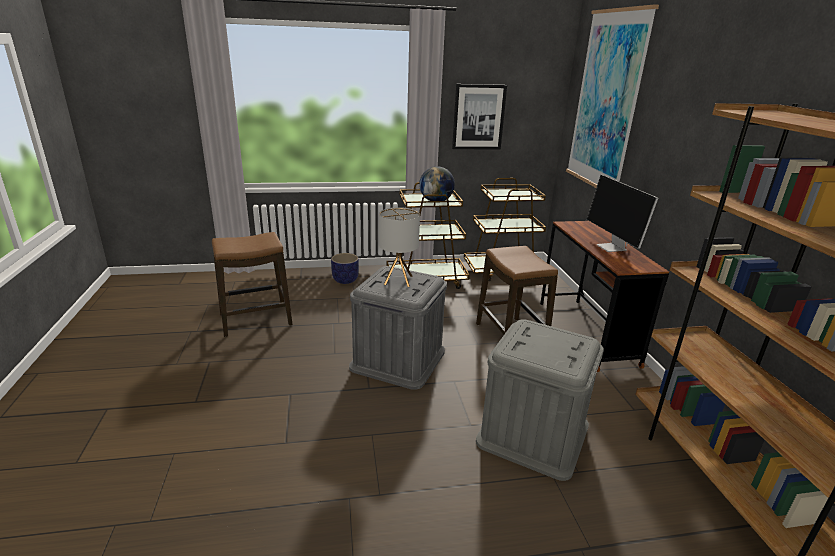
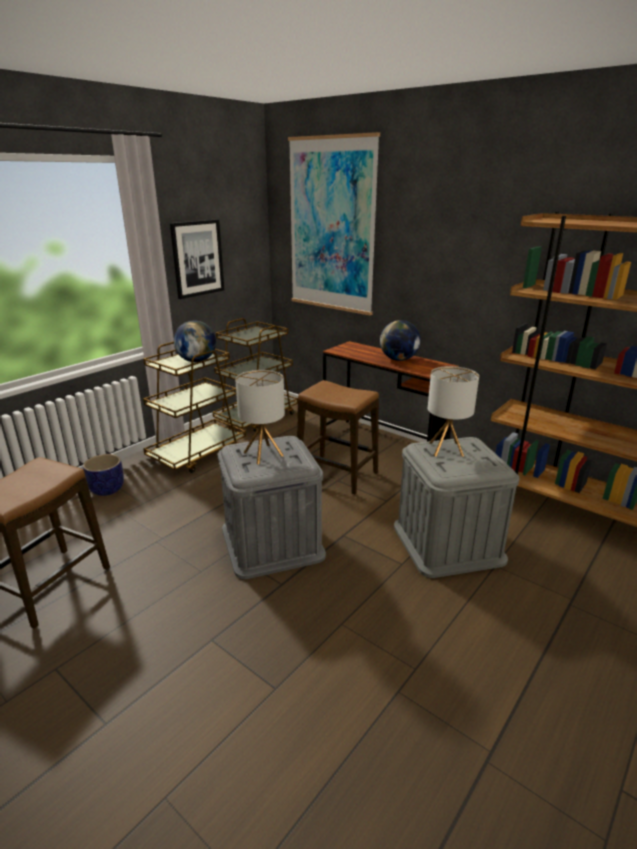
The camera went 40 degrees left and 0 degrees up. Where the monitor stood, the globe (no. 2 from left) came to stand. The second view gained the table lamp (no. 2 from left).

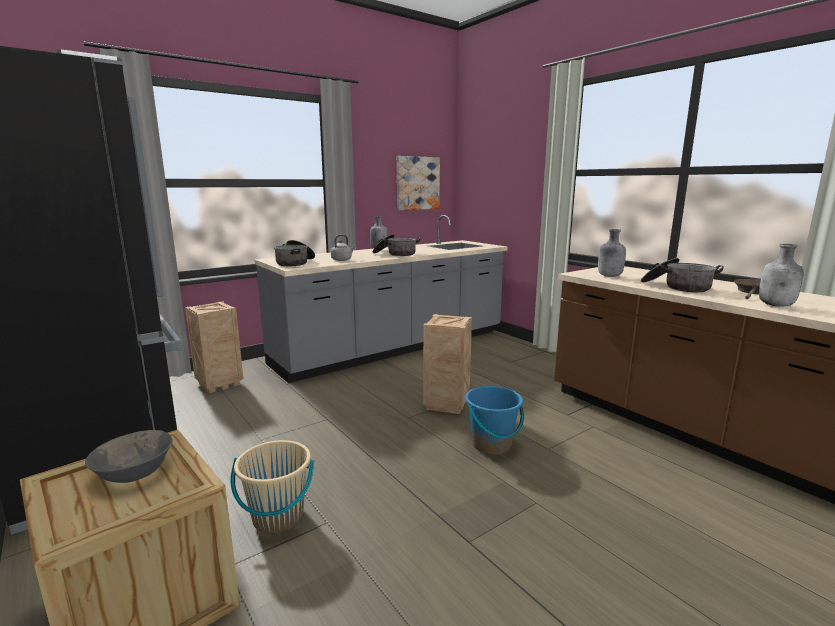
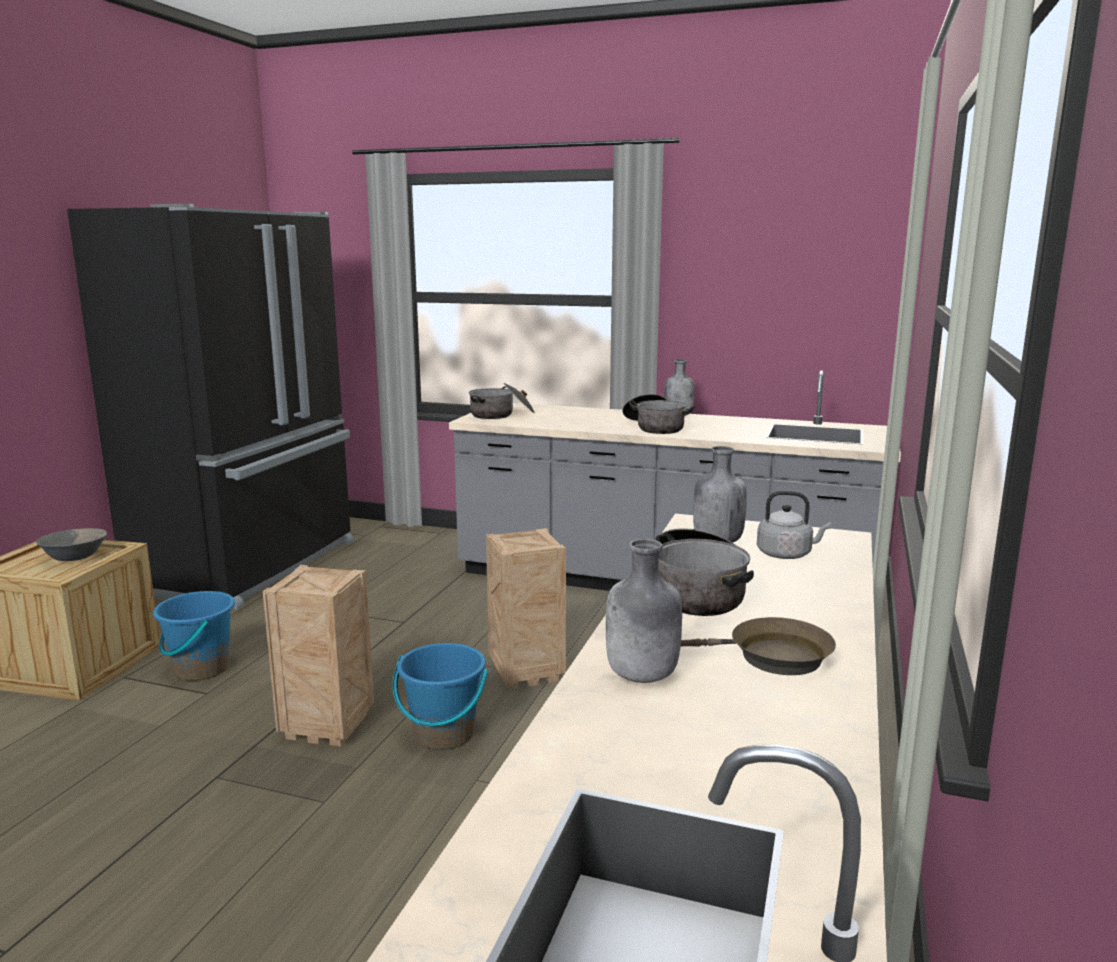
The camera went 55 degrees right and 0 degrees up. What was the beige bucket turned into the blue bucket (no. 1 from left). The crate (no. 2 from left) ended up elsewhere. The grey kettle ended up elsewhere. The second view lost the picture.

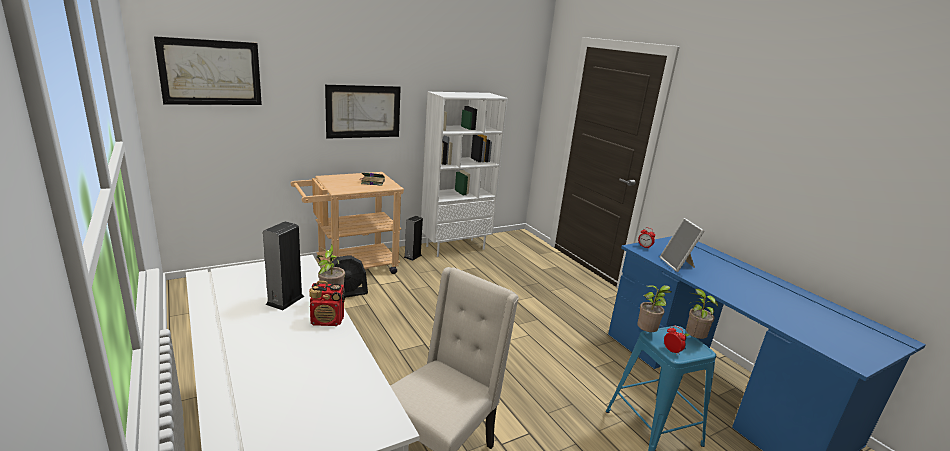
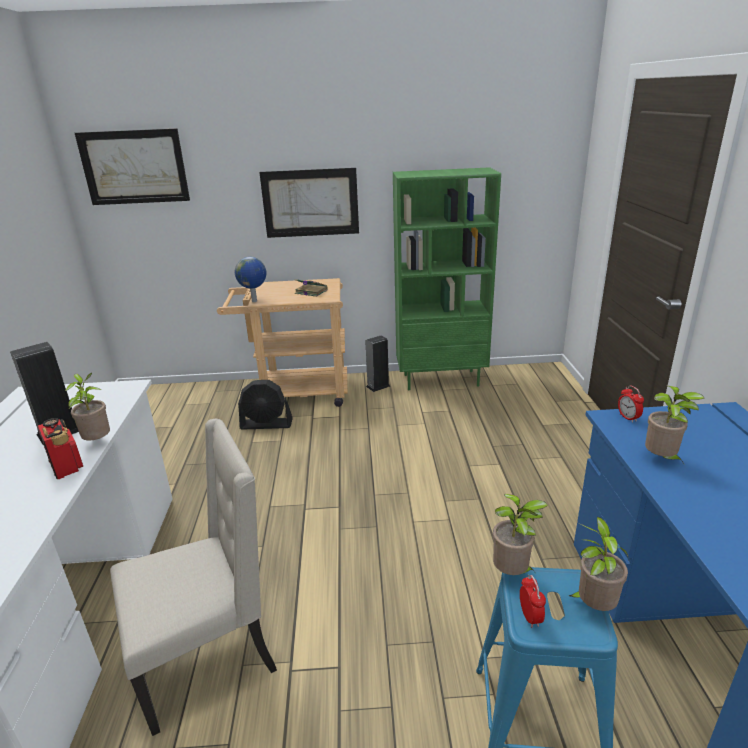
The camera went 30 degrees right and 5 degrees up. The radio ended up facing another way, 150 degrees counterclockwise from before. The second view gained the globe. What was the white bookcase turned into the green bookcase. Where the picture frame stood, the potted plant (no. 4 from left) came to stand.

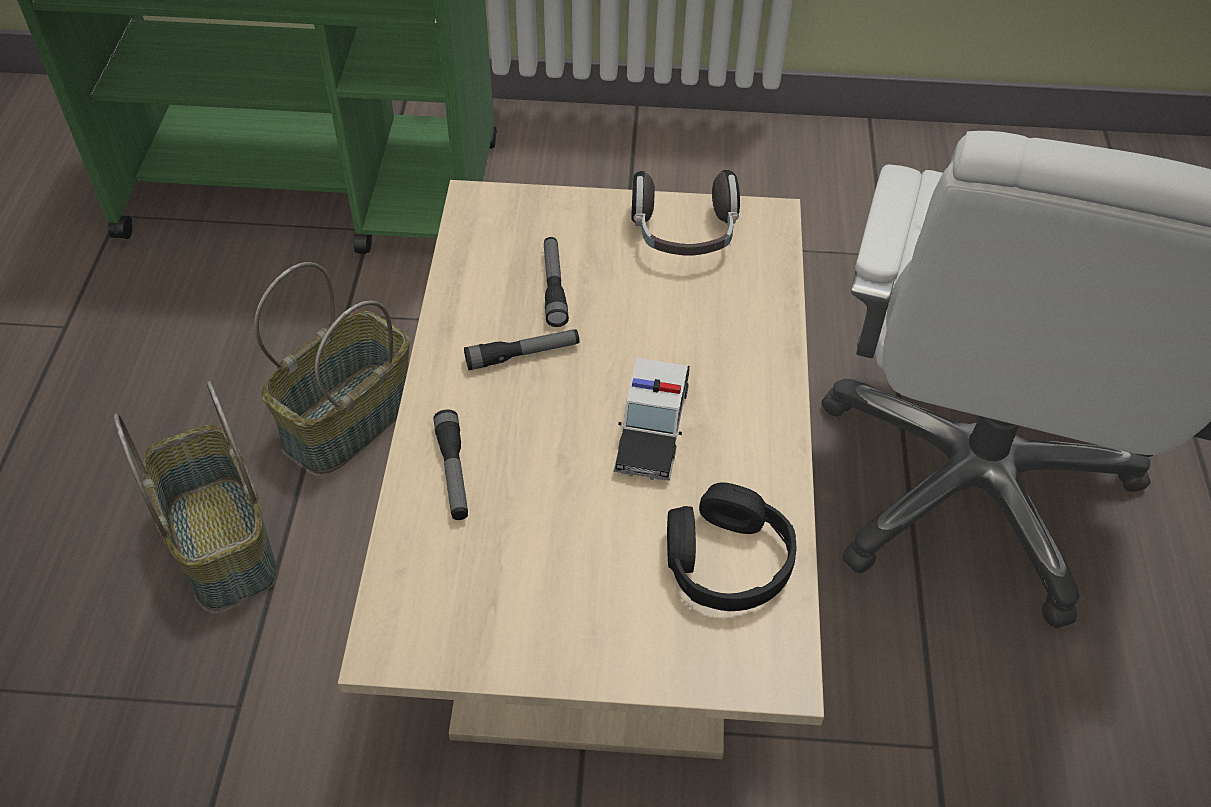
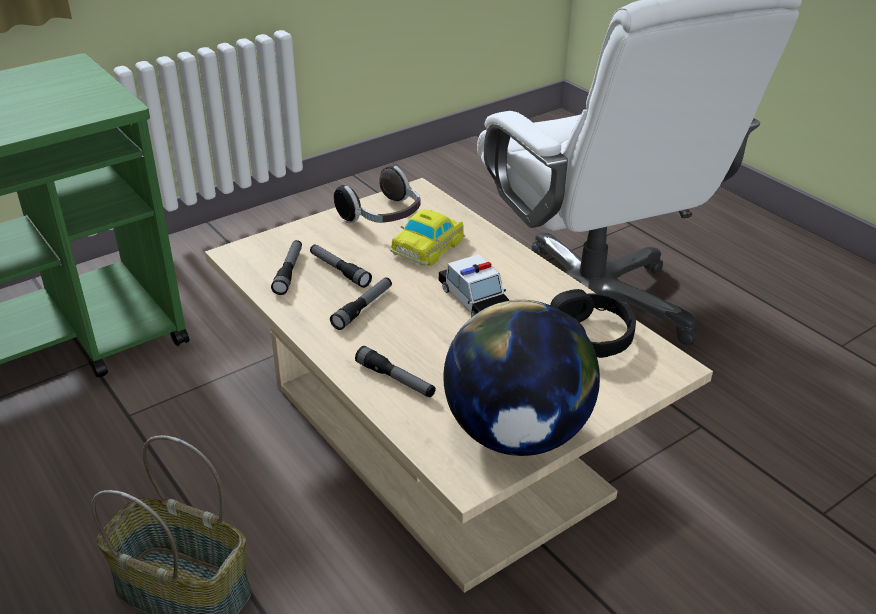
The camera went 40 degrees left and 15 degrees down. The second view gained the flashlight (no. 1 from left). The second view gained the toy car (no. 1 from left). The second view gained the globe. The second view lost the basket (no. 2 from left).

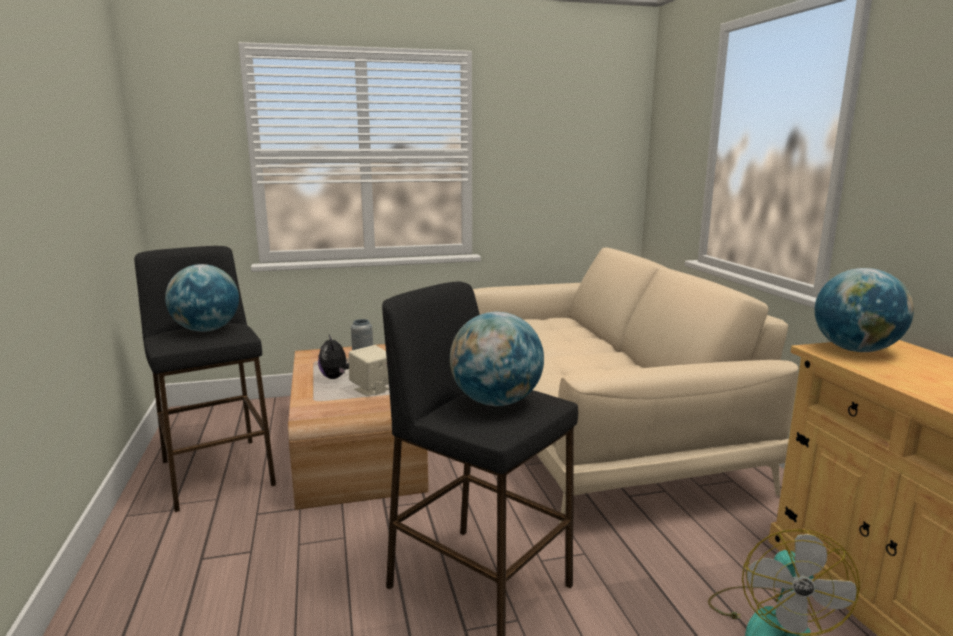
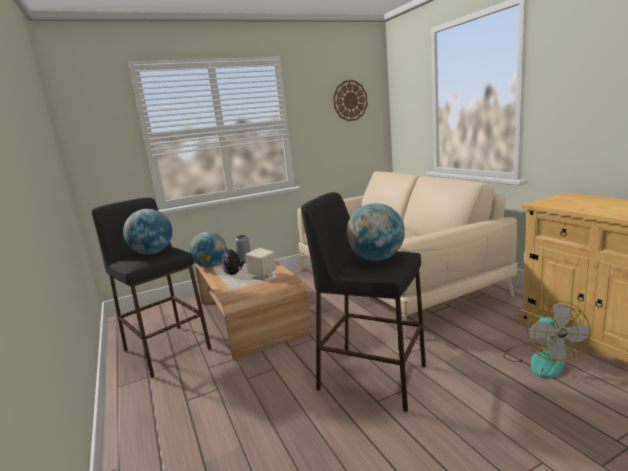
The camera went 10 degrees left and 0 degrees up. The globe (no. 3 from left in the first image) ended up elsewhere. The second view gained the wall clock.

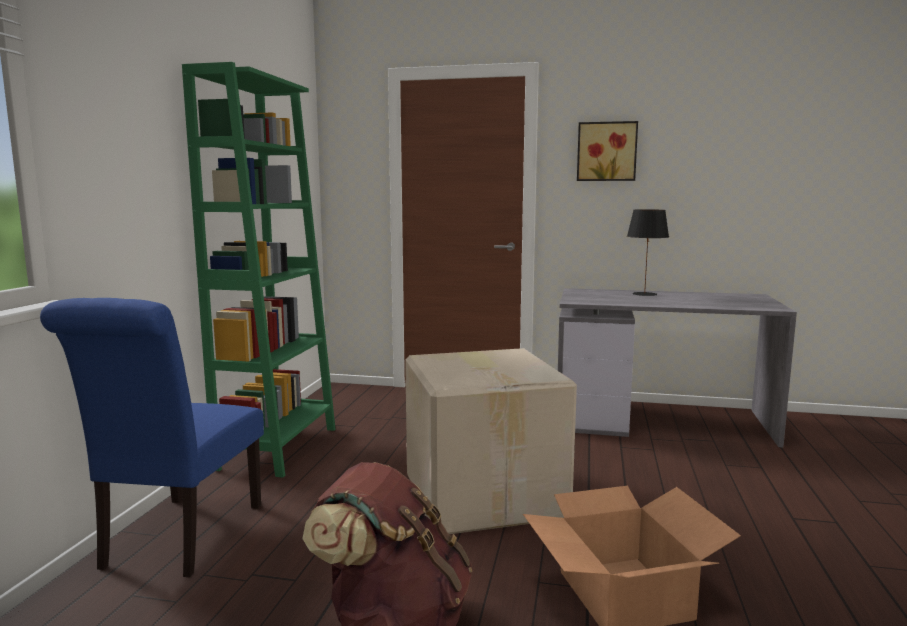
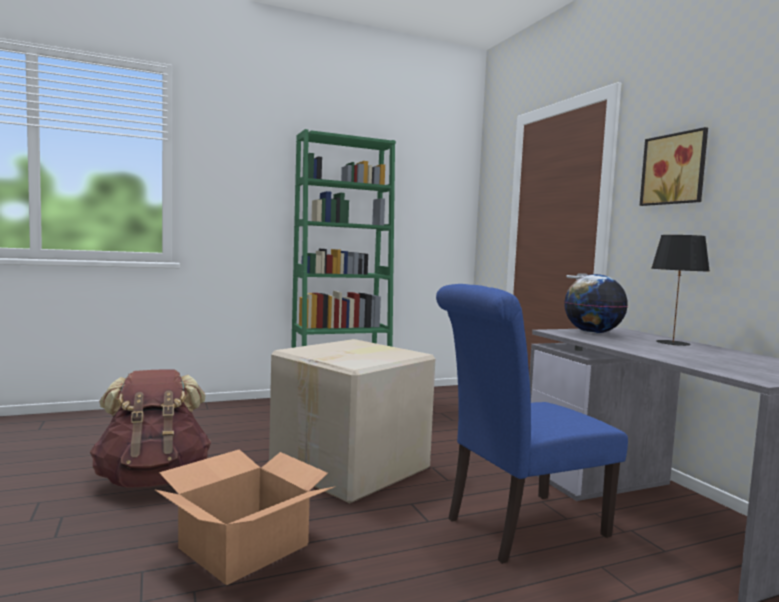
The camera went 55 degrees right and 5 degrees down. The blue chair ended up elsewhere. The second view gained the globe.

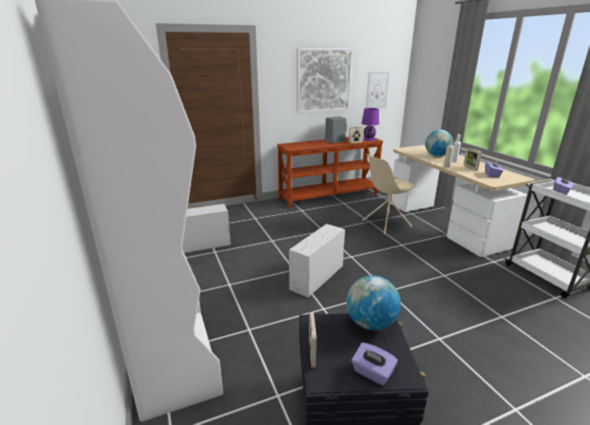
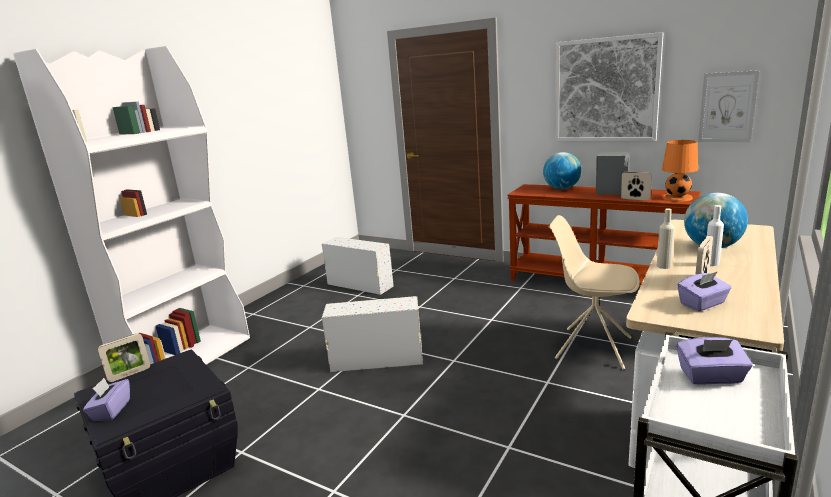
The camera went 55 degrees right and 5 degrees down. The globe (no. 1 from left) ended up elsewhere. What was the purple table lamp turned into the orange table lamp.

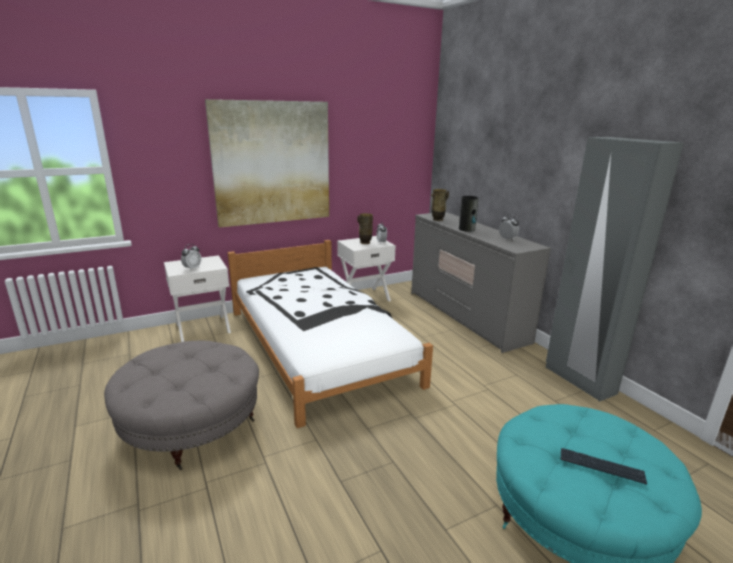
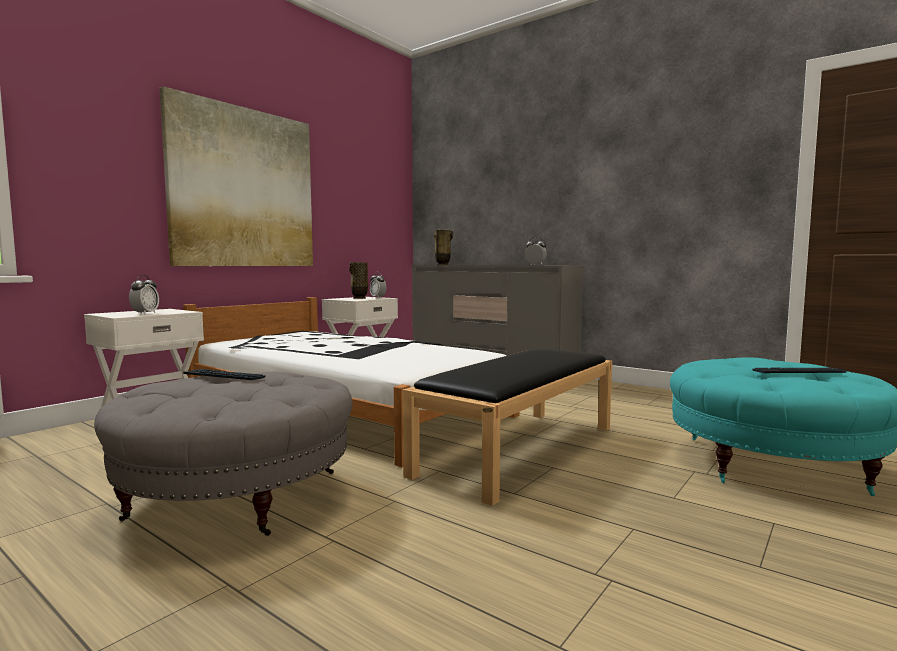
The camera went 25 degrees left and 15 degrees down. The second view gained the keyboard (no. 1 from left). The second view gained the black bench. The second view lost the vase (no. 3 from left). The second view lost the grey wardrobe.

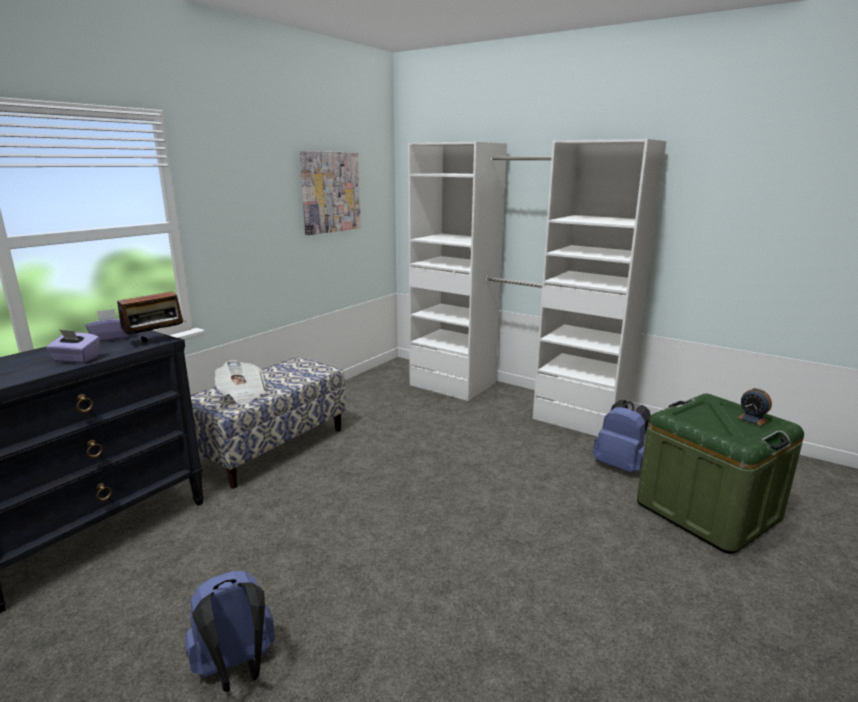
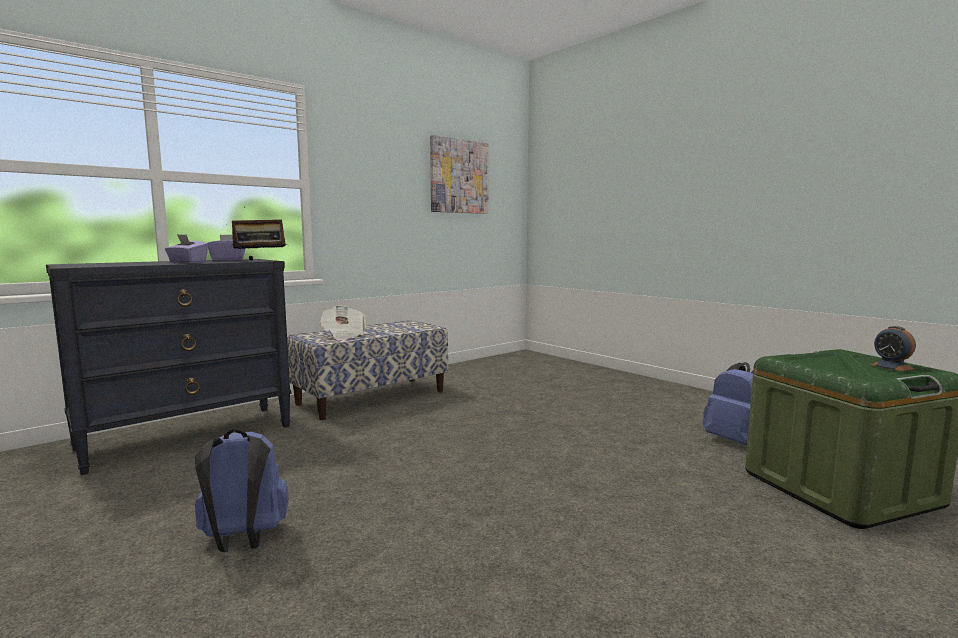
The camera went 15 degrees right and 10 degrees down. The second view lost the white wardrobe.

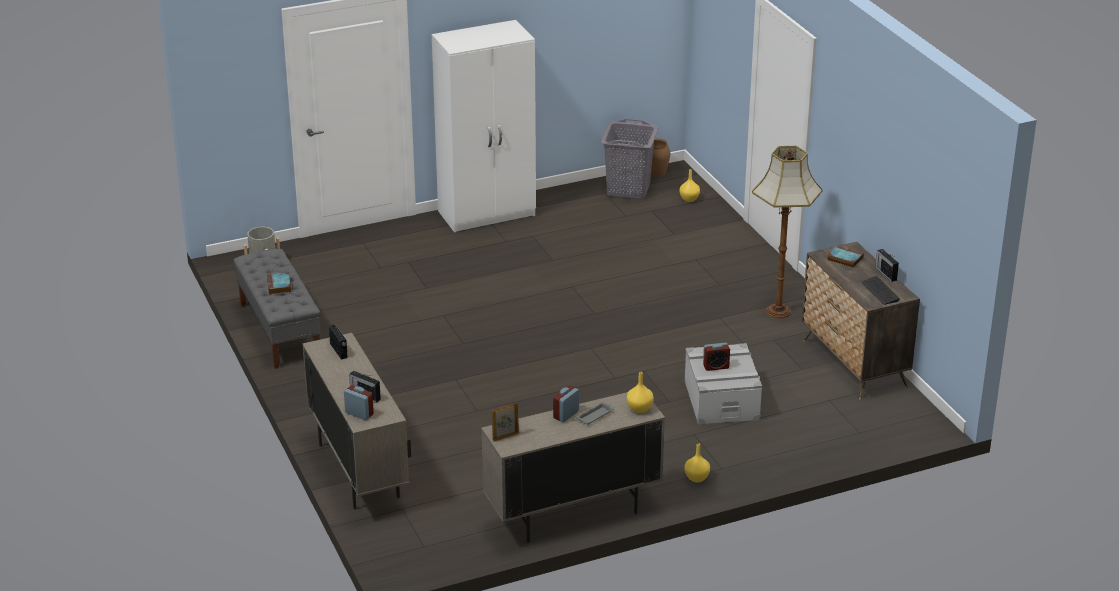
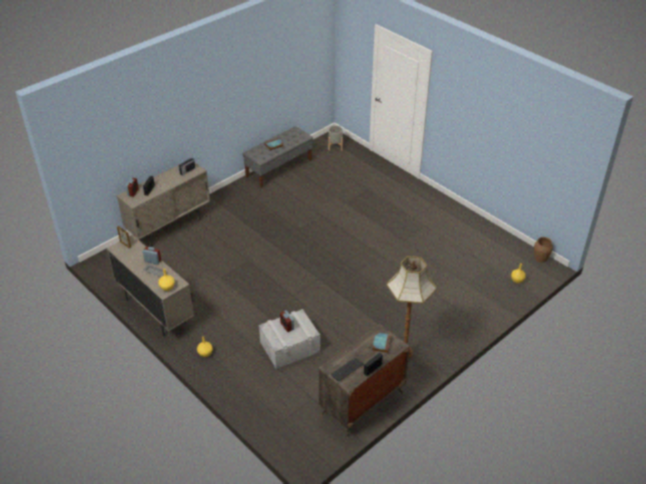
The camera went 70 degrees right and 10 degrees up. The second view lost the white wardrobe. The second view lost the grey laundry basket.

